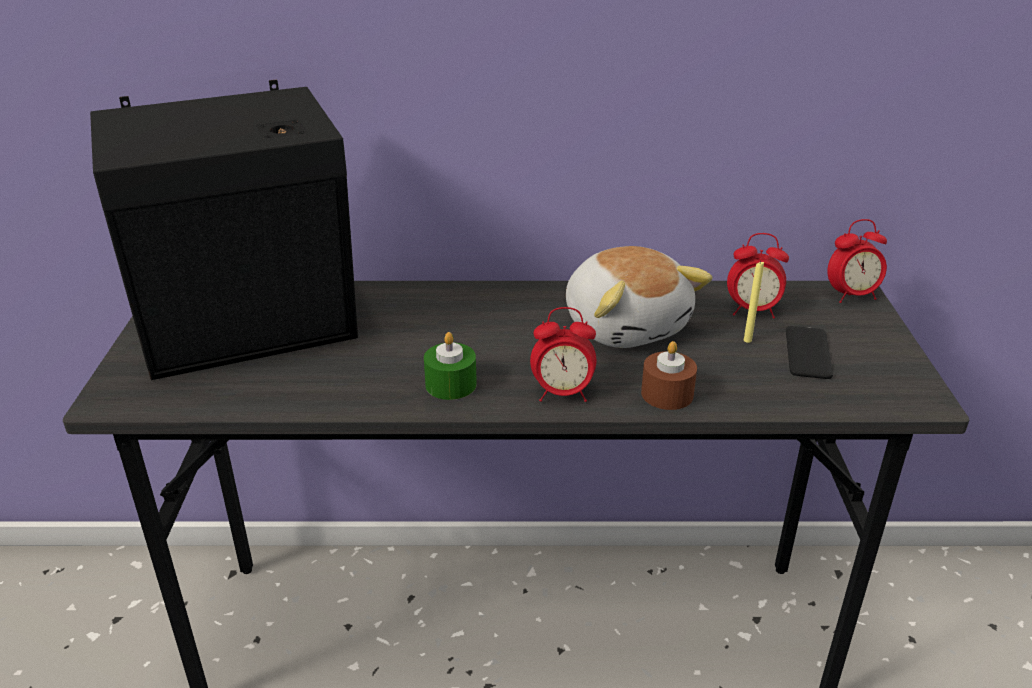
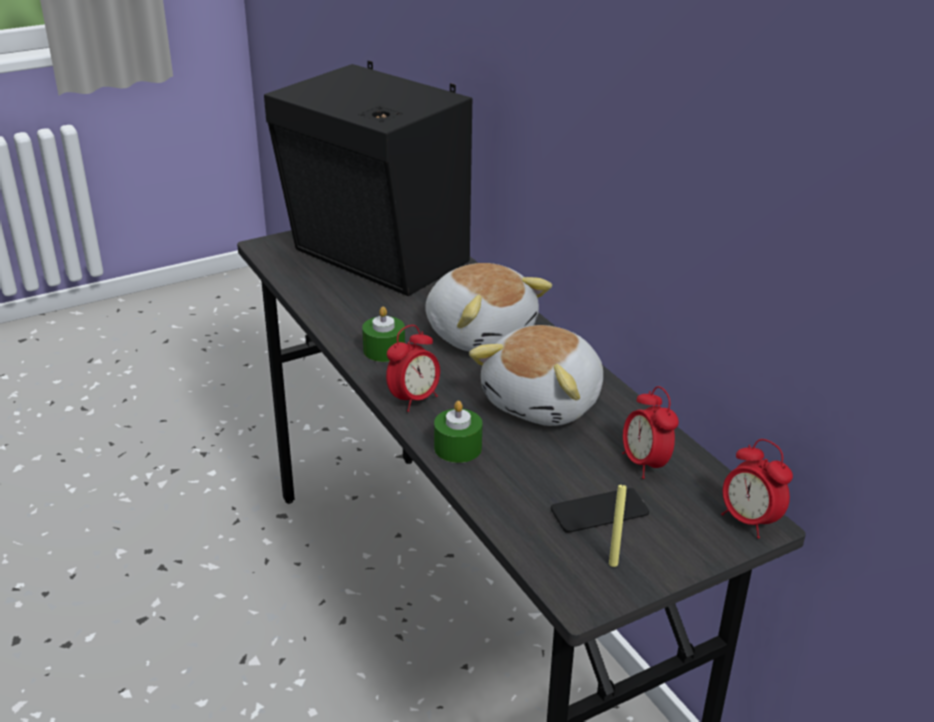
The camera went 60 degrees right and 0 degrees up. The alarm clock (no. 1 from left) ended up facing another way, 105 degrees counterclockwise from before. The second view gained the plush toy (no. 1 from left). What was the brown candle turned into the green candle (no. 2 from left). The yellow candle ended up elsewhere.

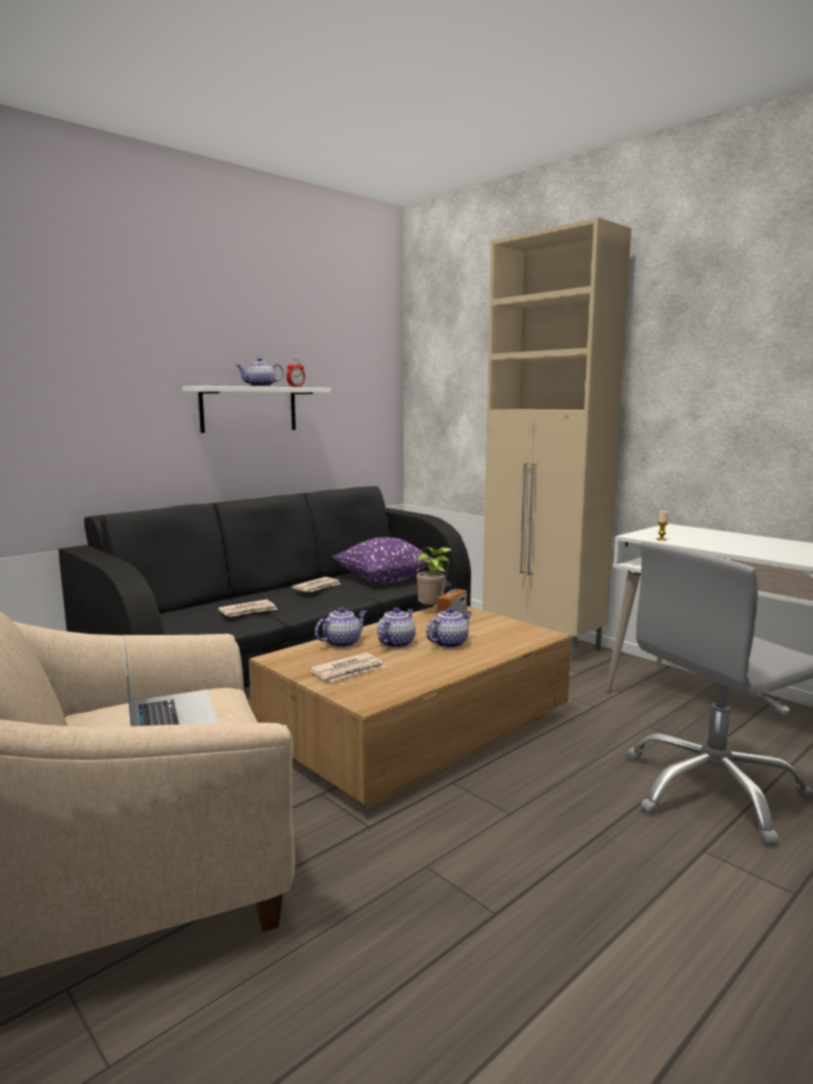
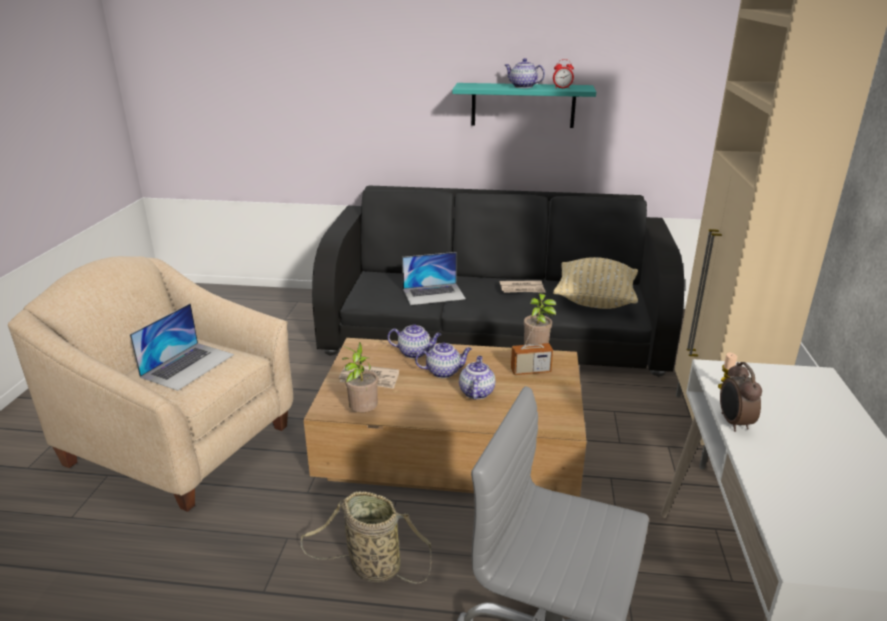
The camera went 50 degrees right and 15 degrees up. The second view gained the basket. The second view gained the potted plant (no. 1 from left). Where the newspaper (no. 1 from left) stood, the laptop (no. 2 from left) came to stand. What was the white shelf turned into the turquoise shelf. The teapot (no. 4 from left in the first image) ended up facing another way, 90 degrees counterclockwise from before. What was the purple pillow turned into the beige pillow. The second view gained the alarm clock (no. 2 from left).

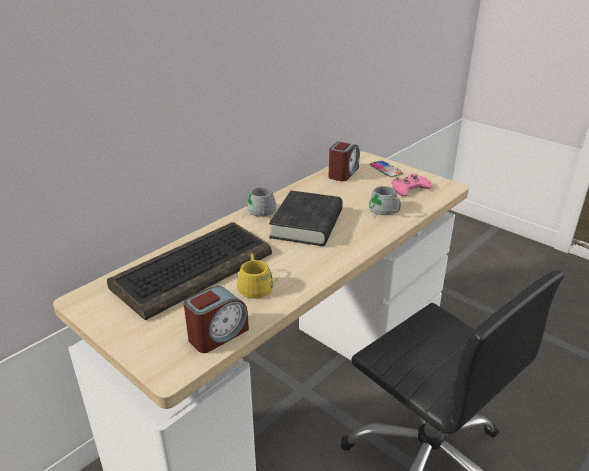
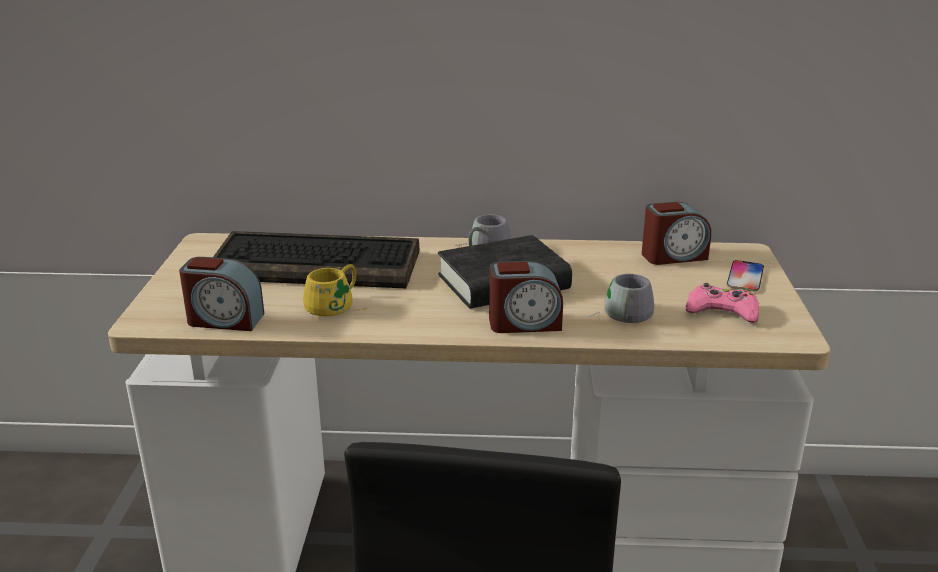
The camera went 50 degrees right and 5 degrees down. The second view gained the alarm clock (no. 2 from left).

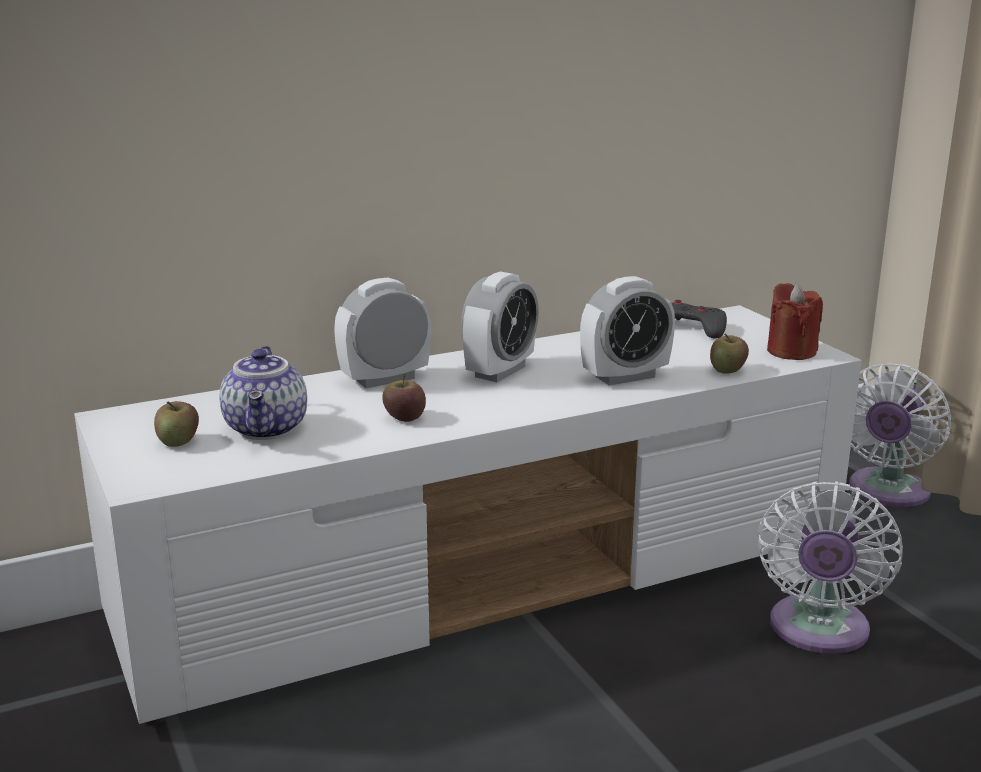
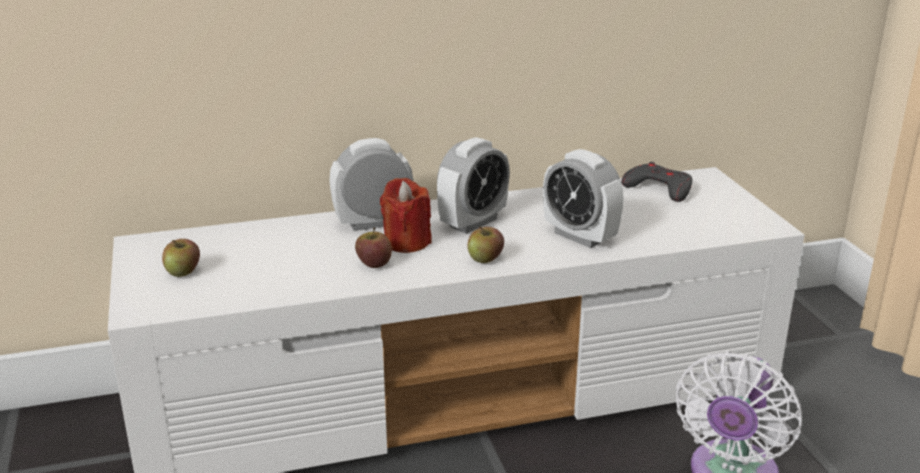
The camera went 10 degrees right and 5 degrees up. The red candle ended up elsewhere. The apple (no. 3 from left) ended up elsewhere. The alarm clock (no. 3 from left) ended up facing another way, 60 degrees clockwise from before. The second view lost the teapot. The second view lost the white fan (no. 2 from left).

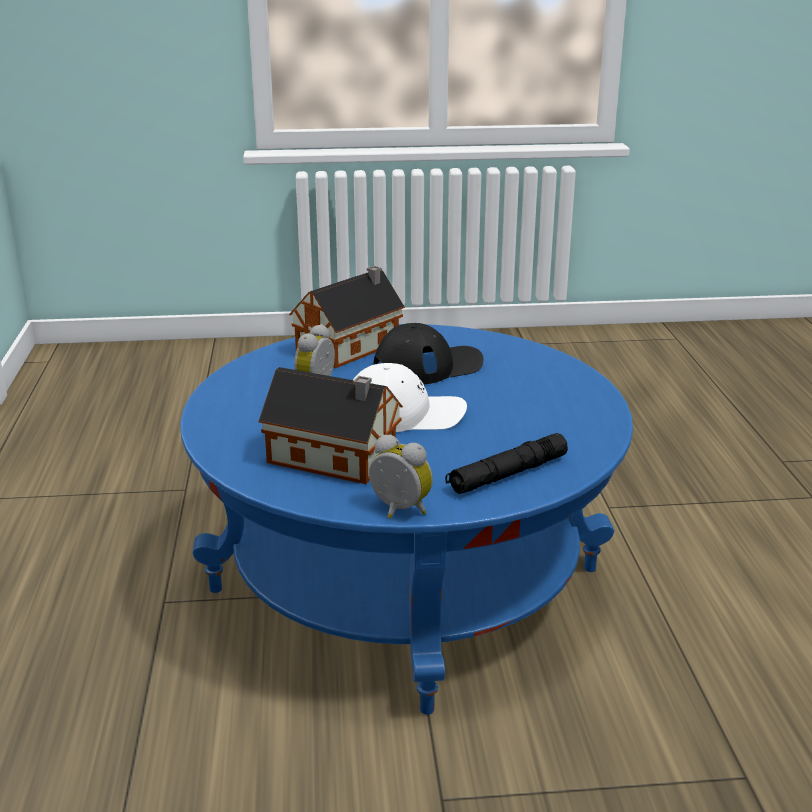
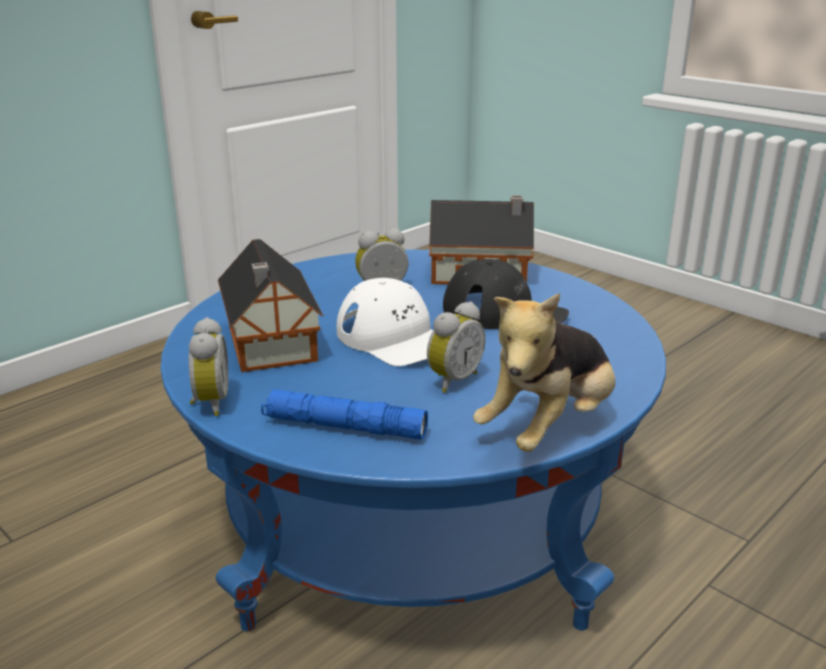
The camera went 50 degrees right and 0 degrees up. What was the black flashlight turned into the blue flashlight. The second view gained the alarm clock (no. 3 from left). The second view gained the plush toy.

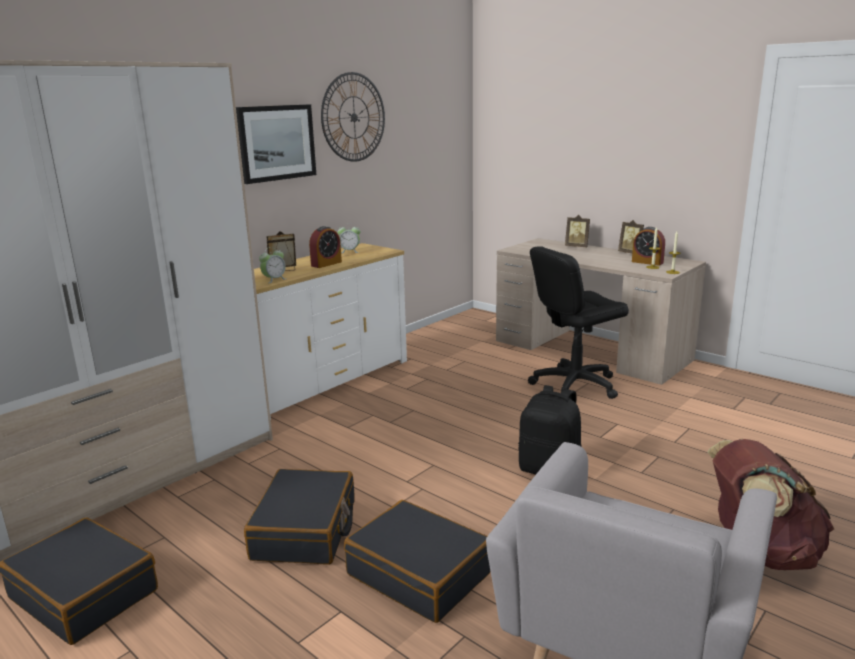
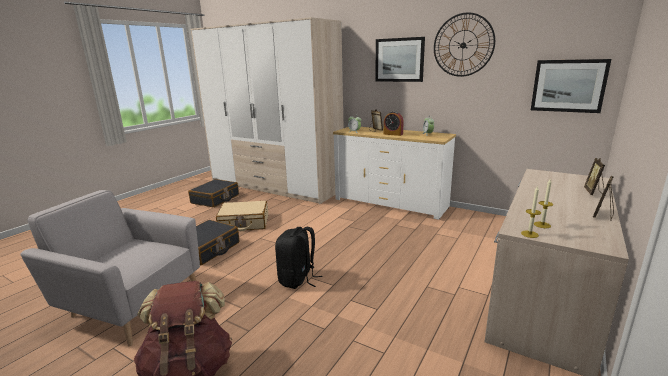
The camera went 80 degrees right and 0 degrees up. What was the black suitcase (no. 2 from left) turned into the beige suitcase. The second view gained the picture (no. 2 from left). The second view lost the black office chair. The second view lost the alarm clock (no. 4 from left).

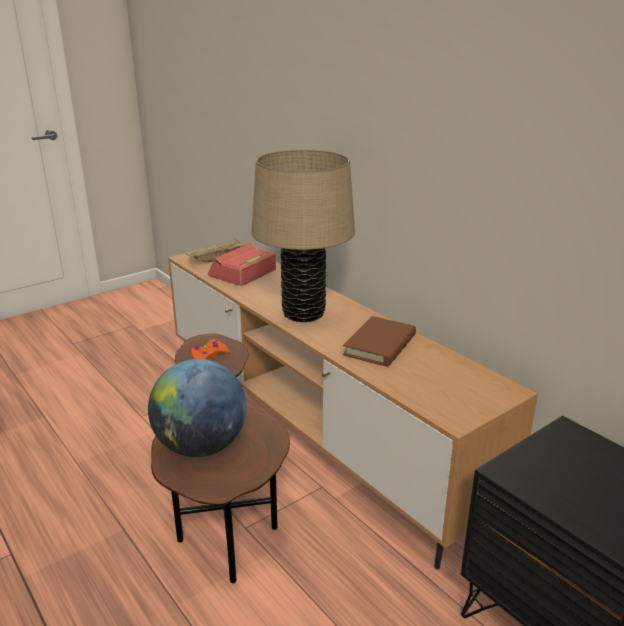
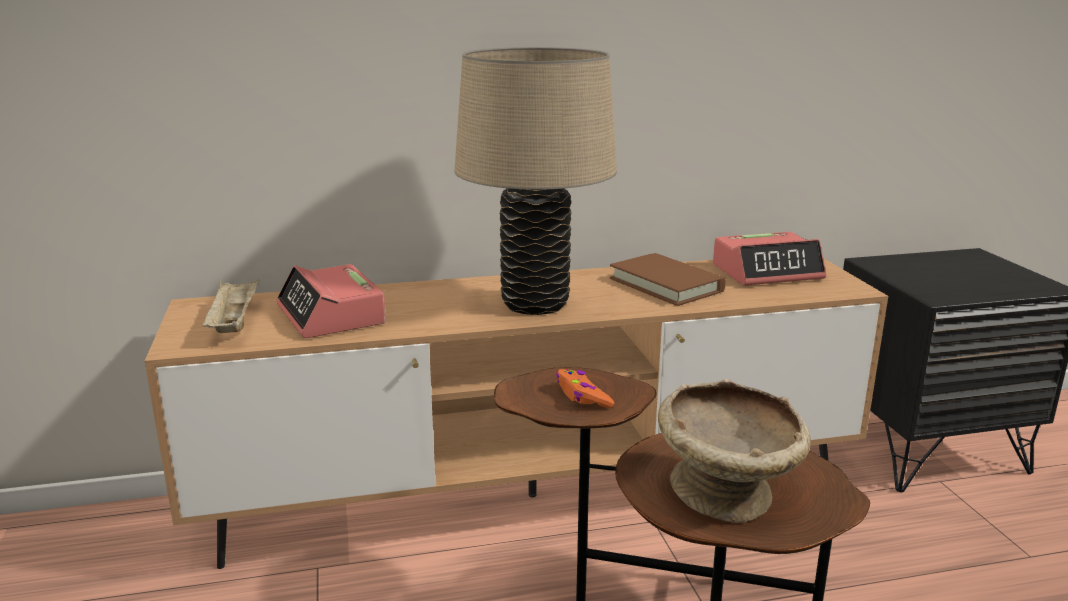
The camera went 65 degrees left and 5 degrees down. Where the globe stood, the beige bowl came to stand. The second view gained the alarm clock (no. 2 from left).

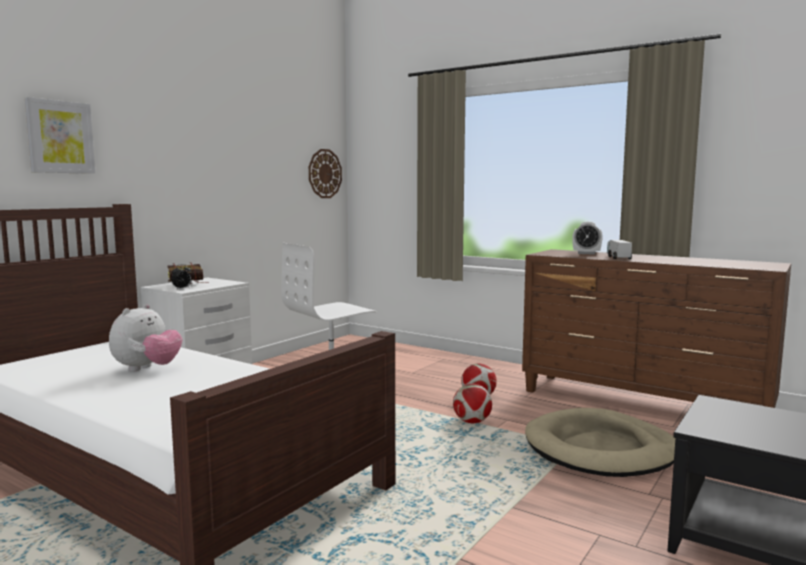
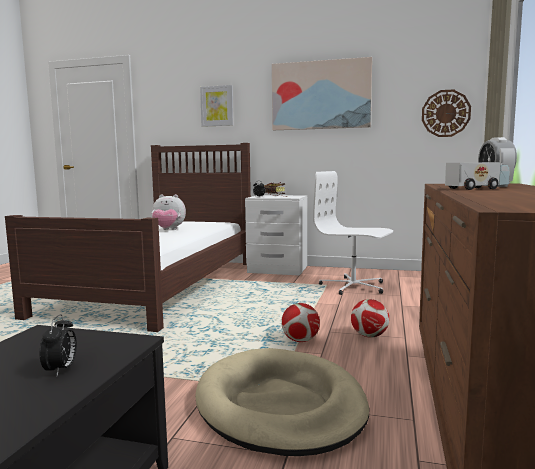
The camera went 70 degrees right and 0 degrees up. The second view gained the alarm clock (no. 1 from left). The second view gained the picture (no. 2 from left).

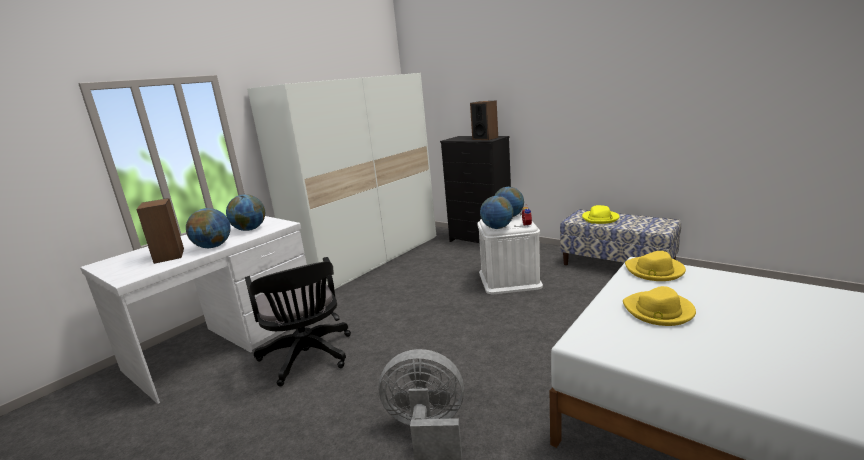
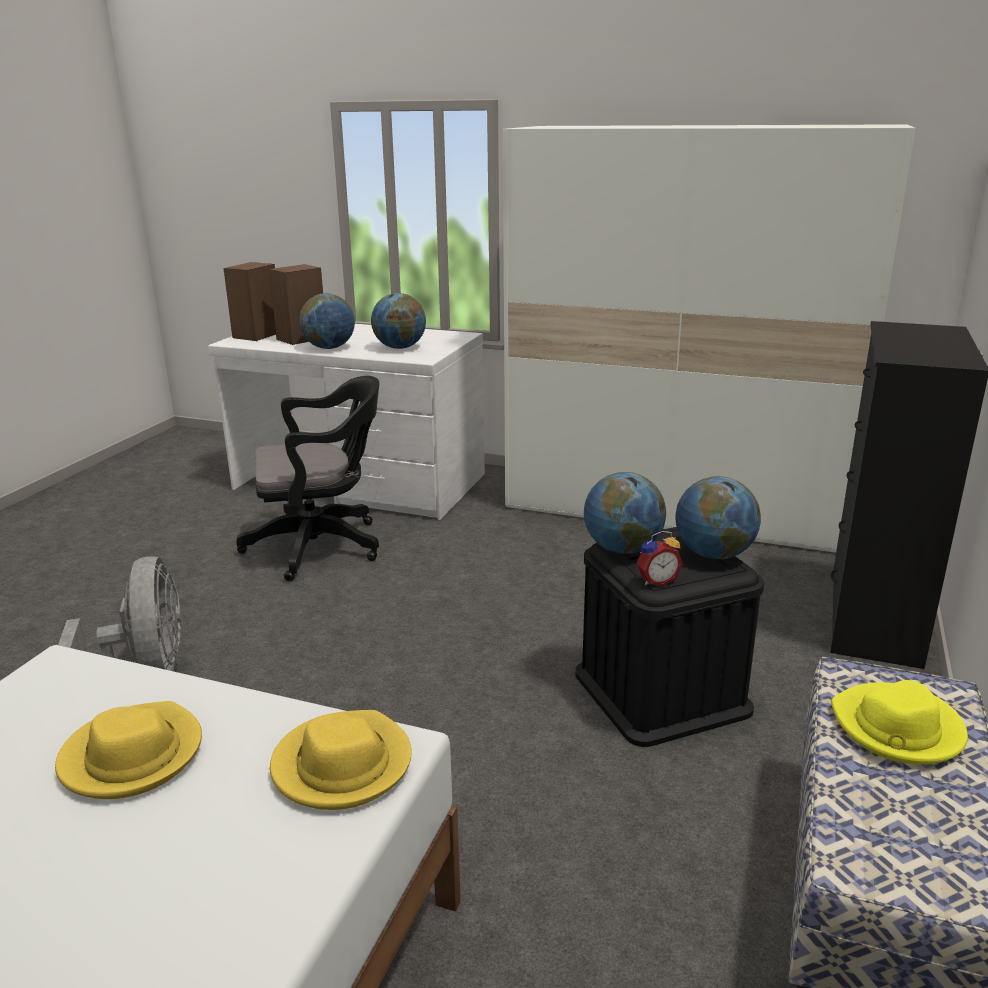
The camera went 70 degrees right and 5 degrees up. The speaker (no. 2 from left in the first image) ended up elsewhere. The black office chair ended up facing another way, 150 degrees counterclockwise from before. What was the white storage box turned into the black storage box.

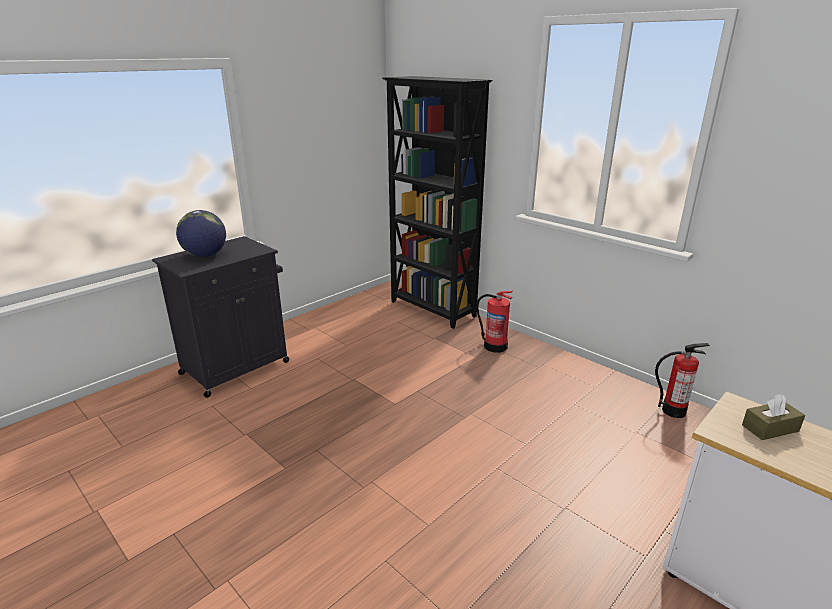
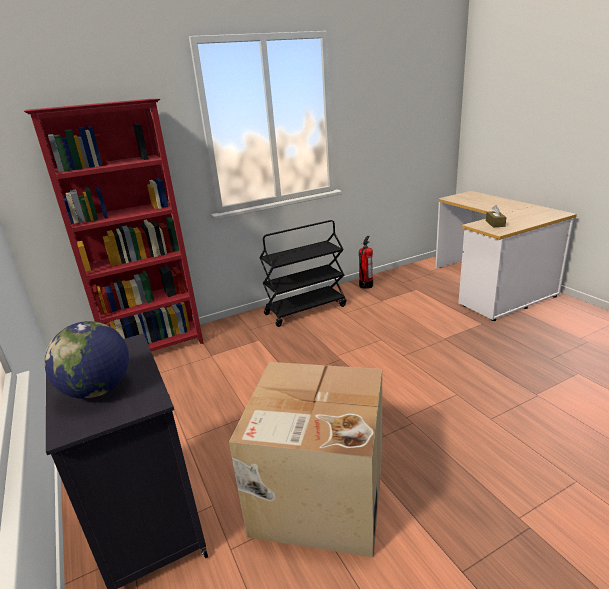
The camera went 70 degrees left and 0 degrees up. What was the black bookcase turned into the red bookcase. The second view gained the cardboard box. The second view gained the black cart. The second view lost the fire extinguisher (no. 1 from left).

